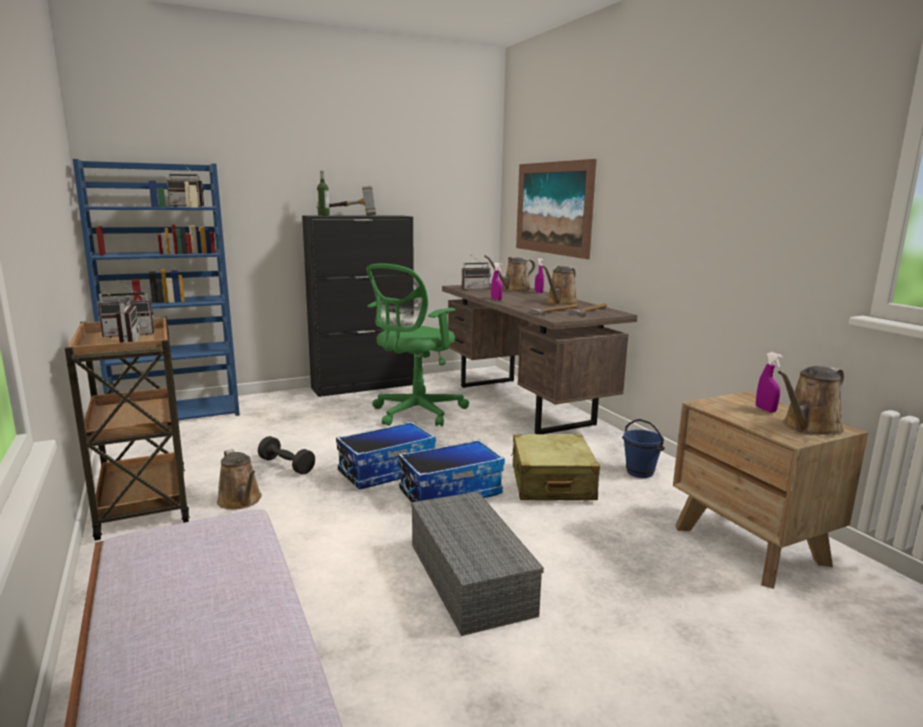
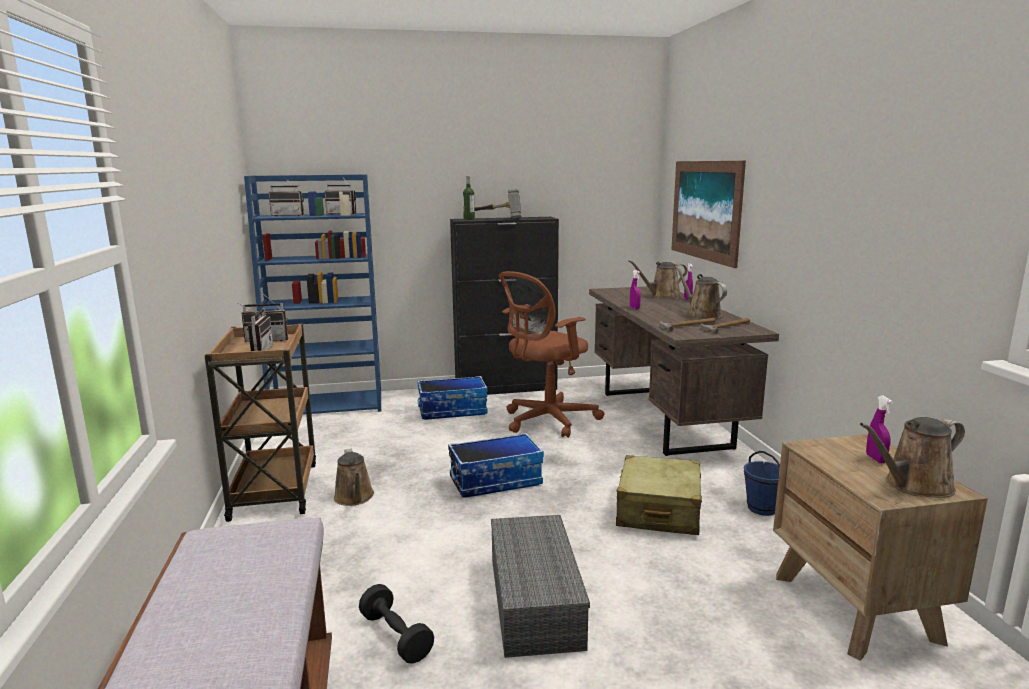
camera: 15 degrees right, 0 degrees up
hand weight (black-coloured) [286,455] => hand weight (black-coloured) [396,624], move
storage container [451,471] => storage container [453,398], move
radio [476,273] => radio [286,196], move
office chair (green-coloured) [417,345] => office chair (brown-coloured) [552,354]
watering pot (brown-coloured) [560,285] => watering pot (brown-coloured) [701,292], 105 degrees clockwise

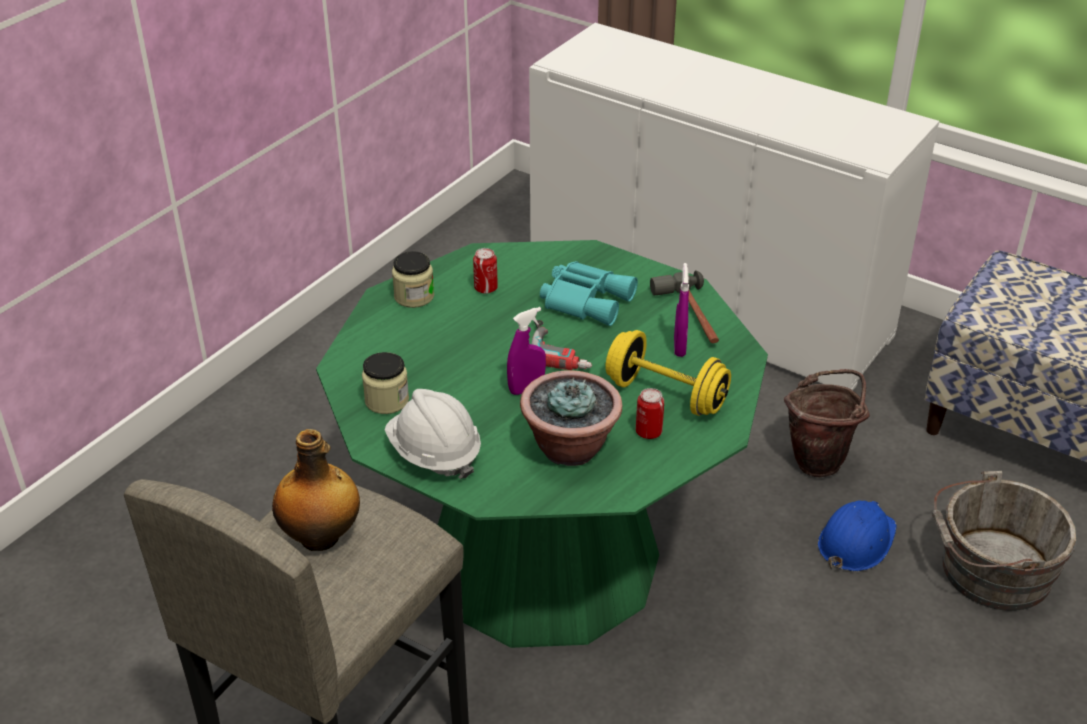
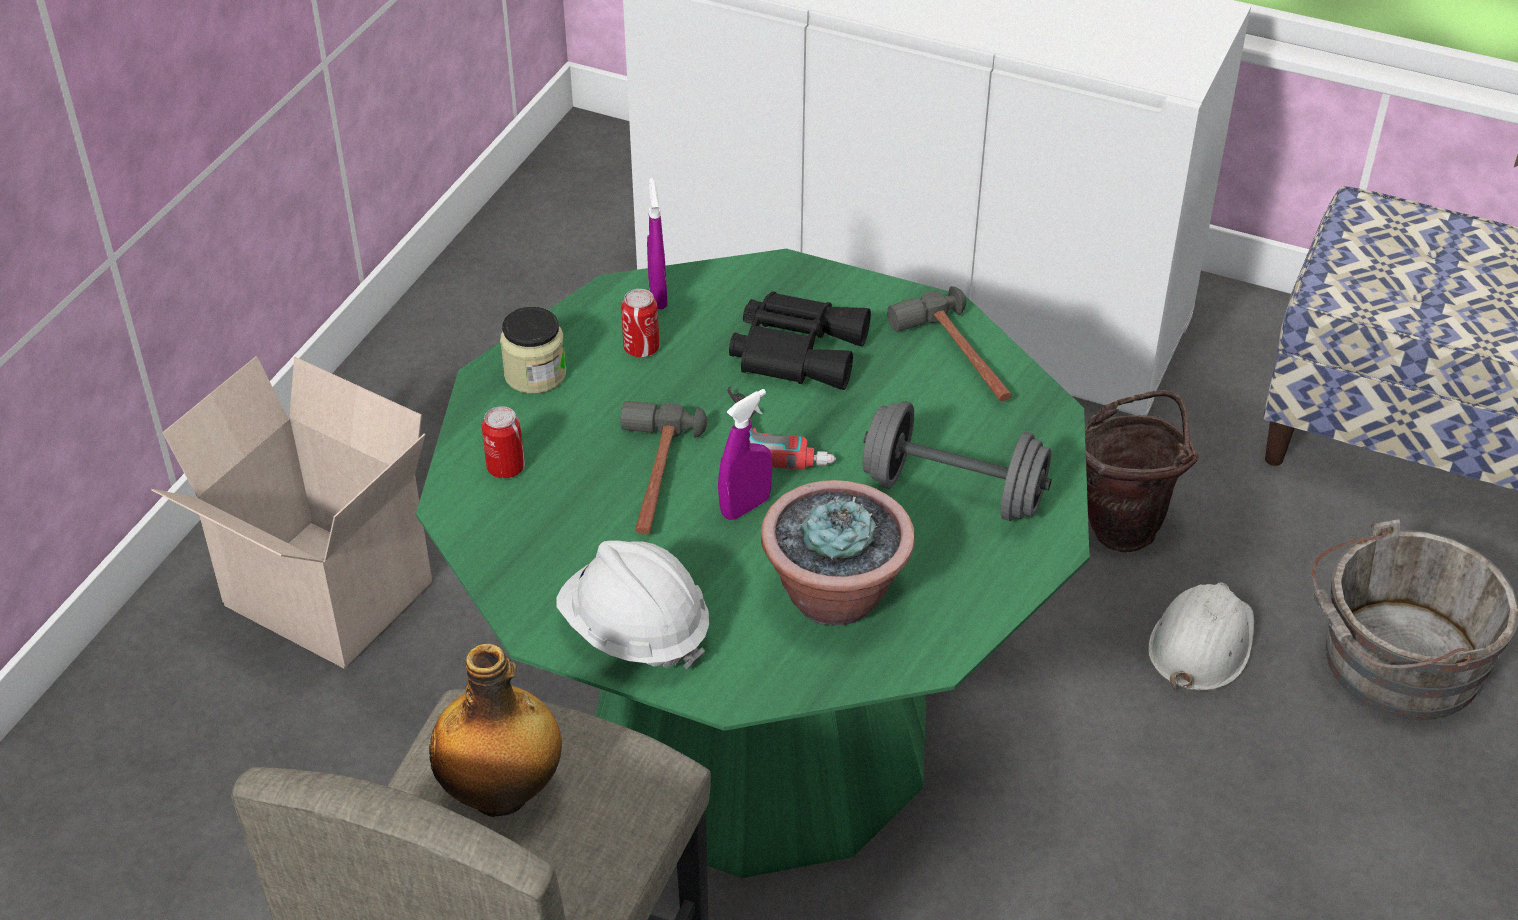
camera: 10 degrees left, 5 degrees up
preserve jar [385,383] => nothing
nothing => carton [291,512]
nothing => tool hammer [664,468]
can [650,413] => can [503,442], move
sprayer (purple-coloured) [681,310] => sprayer (purple-coloured) [657,243], move
binoculars (turquoise-coloured) [589,293] => binoculars (black-coloured) [800,340]
hand weight (yellow) [668,373] => hand weight (gray) [957,461]
safety helmet (blue-coloured) [857,535] => safety helmet (whitish) [1201,637]

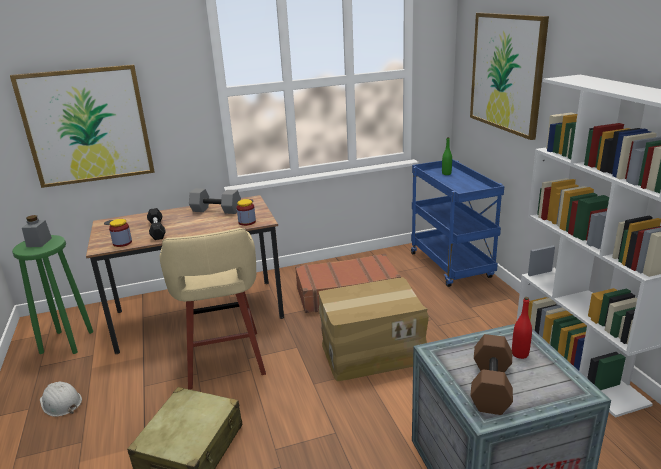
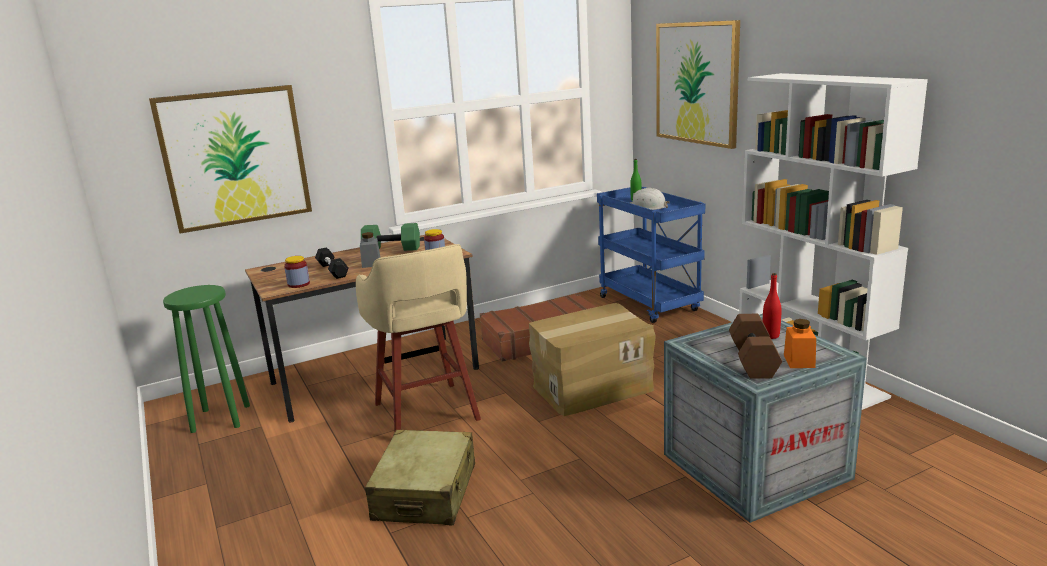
camera: 10 degrees left, 5 degrees down
nothing => preserve jar (orange) [800,343]
preserve jar (gray) [37,231] => preserve jar (gray) [370,250], move
safety helmet (whitish) [61,399] => safety helmet (whitish) [649,199], move
hand weight (gray) [215,201] => hand weight (green-coloured) [390,237]

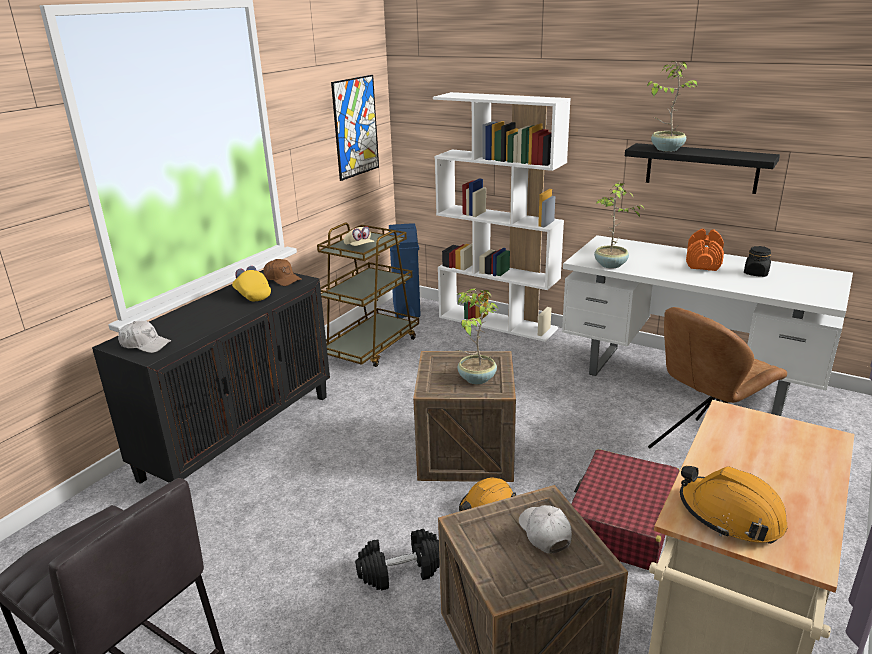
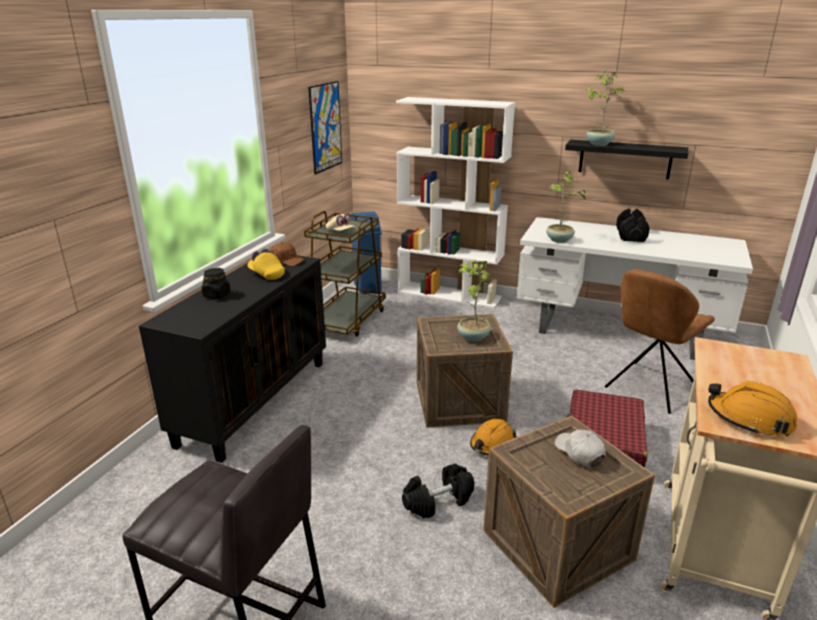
camera: 10 degrees left, 0 degrees up
peaked cap (whitish) [144,337] => nothing
preserve jar (black-coloured) [757,261] => preserve jar (black-coloured) [216,283], move
hand weight (orange) [705,250] => hand weight (black-coloured) [633,225]

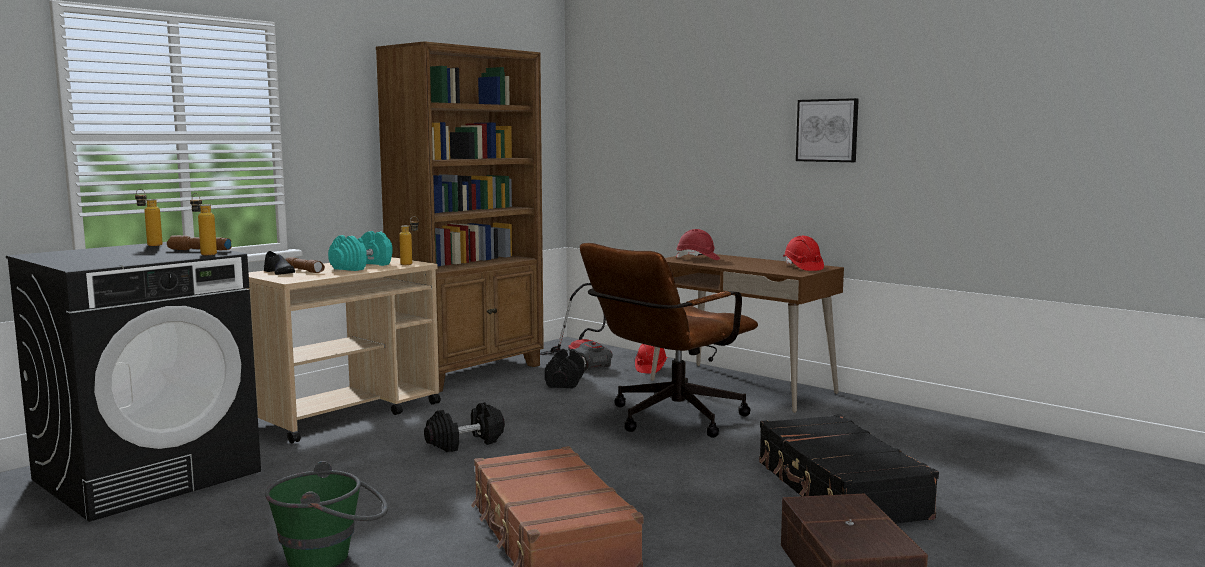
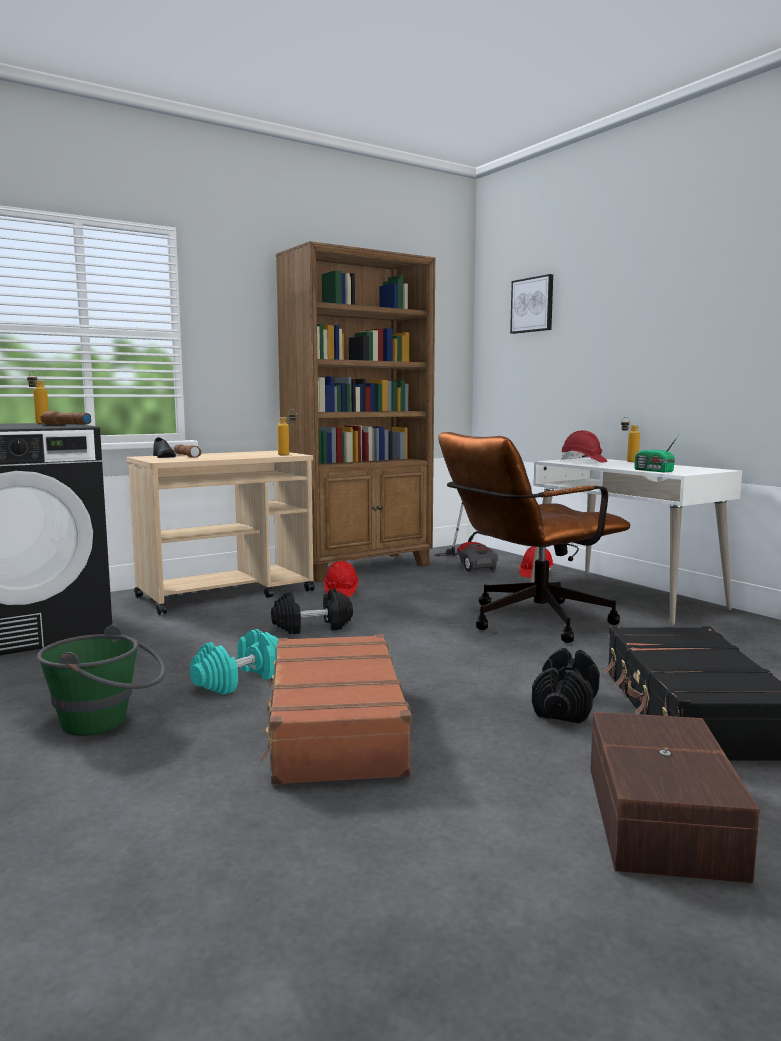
camera: 15 degrees right, 0 degrees up
nothing => radio [656,454]
bottle [203,224] => bottle [630,439], move
hand weight (turquoise-coloured) [360,251] => hand weight (turquoise-coloured) [234,662], move
hand weight (black-coloured) [564,368] => hand weight (black-coloured) [566,685], move
safety helmet (red) [803,253] => safety helmet (red) [341,579], move
wall art [827,130] => wall art [531,304], move
desk (brown-coloured) [747,333] => desk (whitish) [636,541]

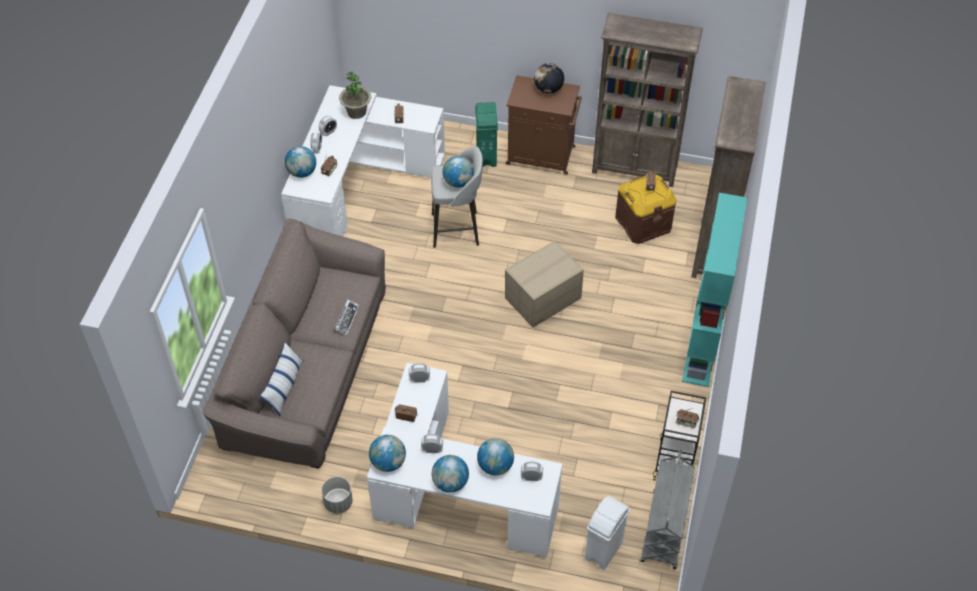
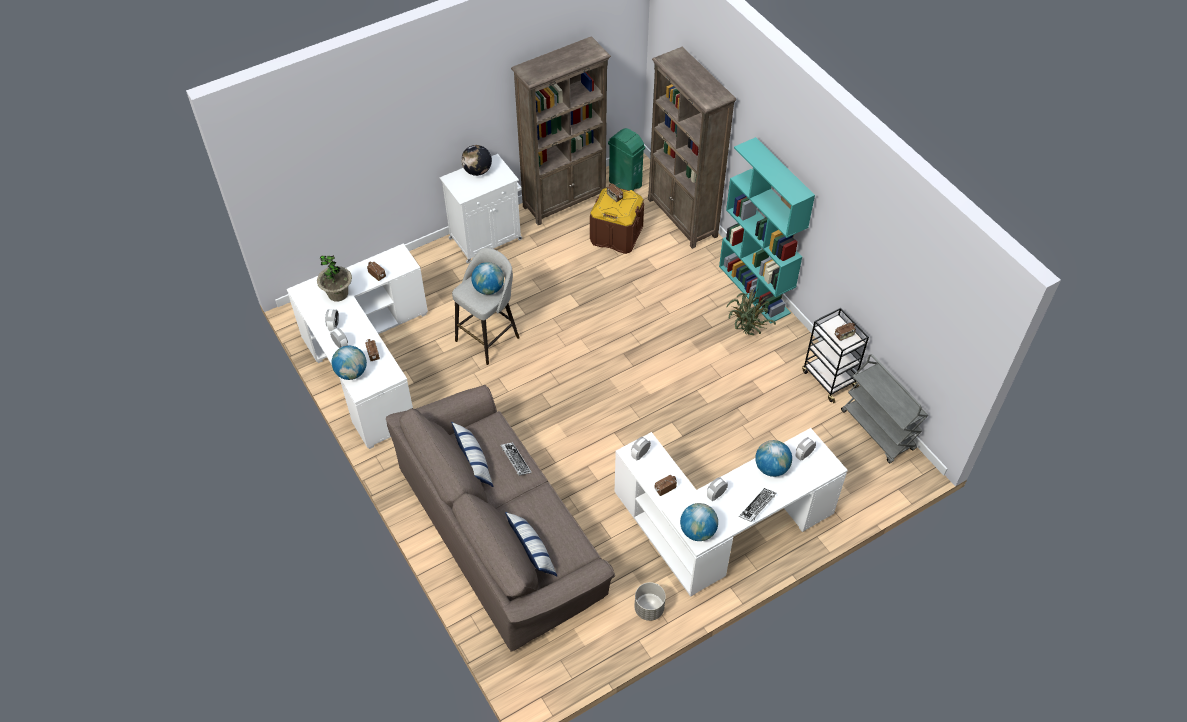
camera: 45 degrees left, 0 degrees up
carton [544,284] => nothing
waste bin (whitish) [607,533] => nothing
nothing => cushion [472,454]
nothing => plant in a pot [751,311]
waste bin (green-coloured) [486,134] => waste bin (green-coloured) [626,159], move
desk globe [450,474] => keyboard [758,505]
storage cabinet (brown-coloured) [544,125] => storage cabinet (whitish) [481,208]

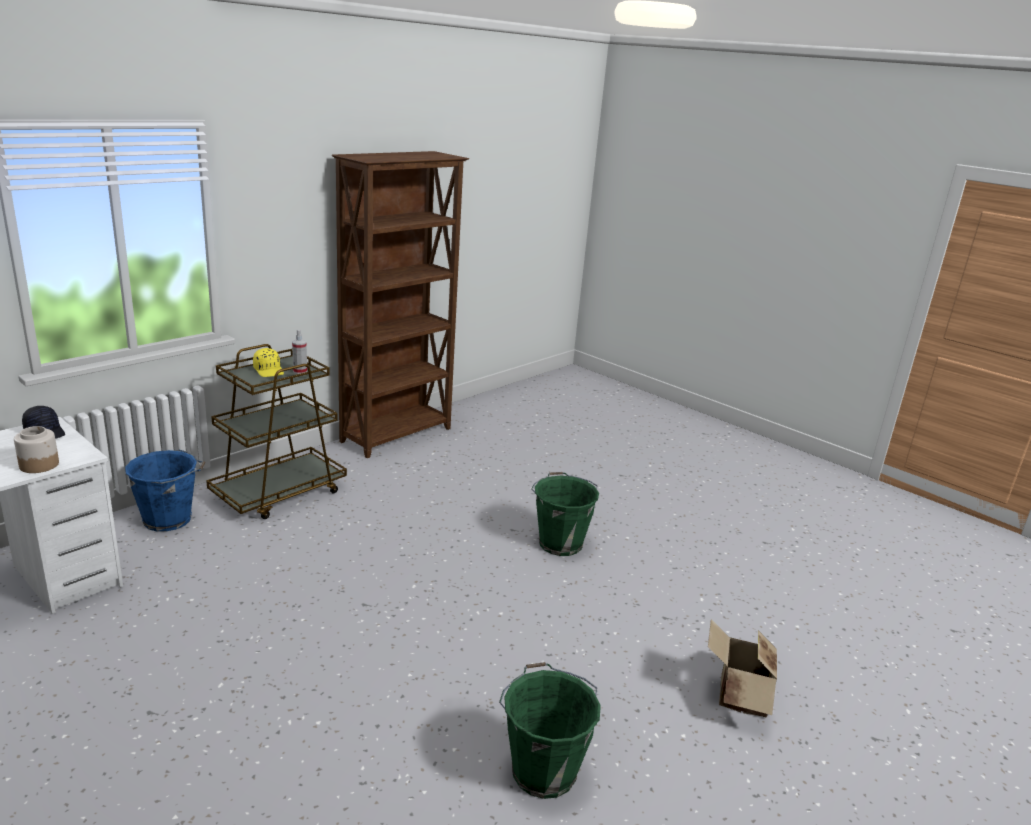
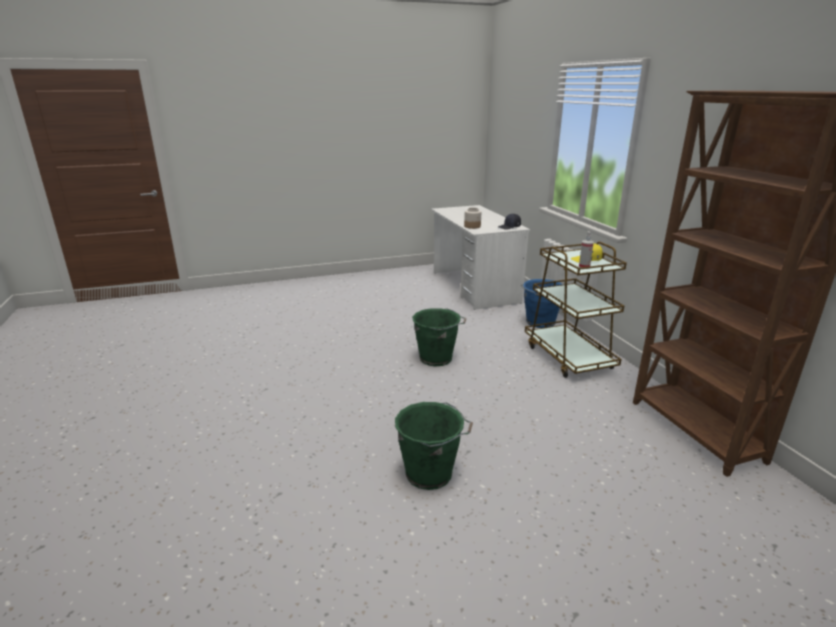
camera: 120 degrees right, 0 degrees up
carton [742,668] => nothing
pail (green-coloured) [550,730] => pail (green-coloured) [439,337], move

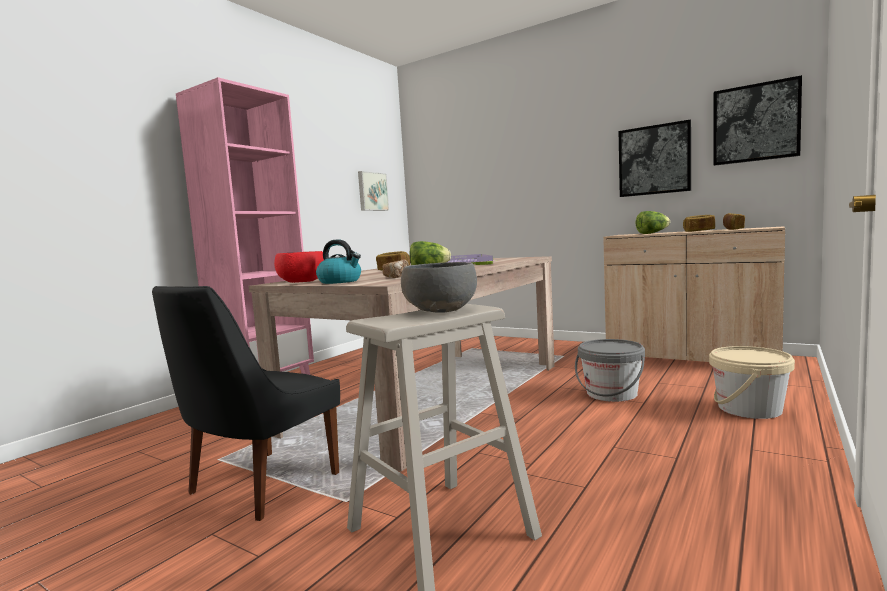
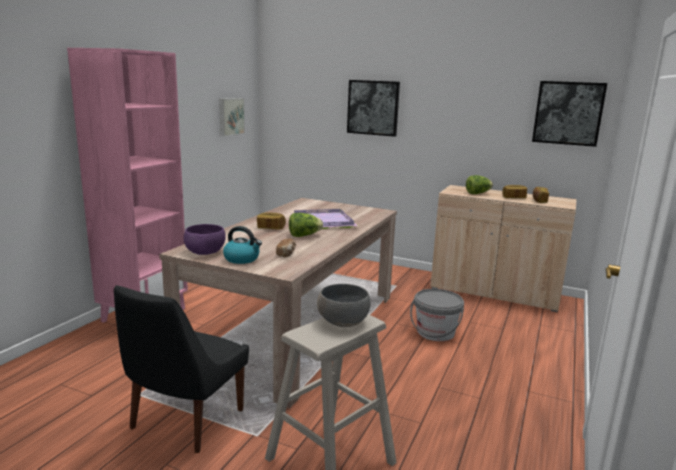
camera: 10 degrees left, 10 degrees up
pail (sand-coloured) [752,382] => nothing
wall art [655,158] => wall art [373,108], move
bowl (red) [299,267] => bowl (purple-coloured) [205,239]

